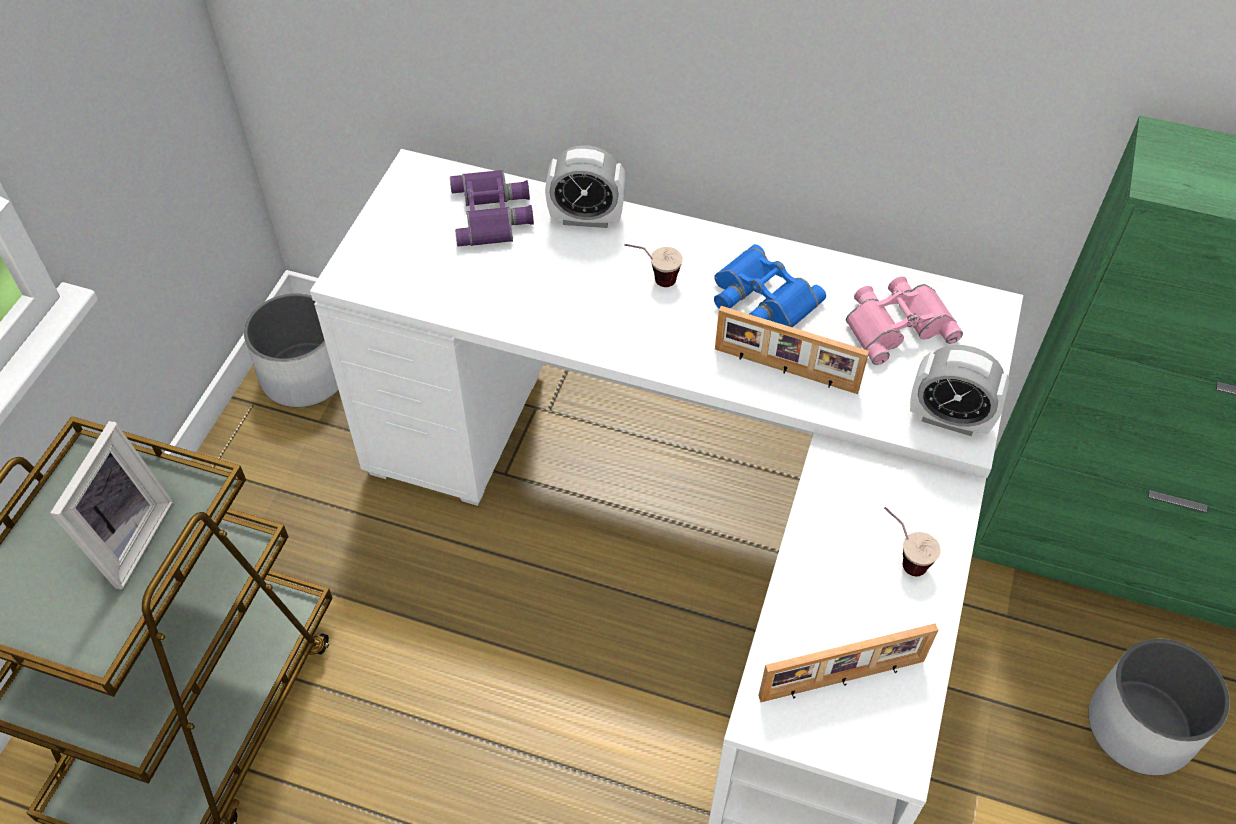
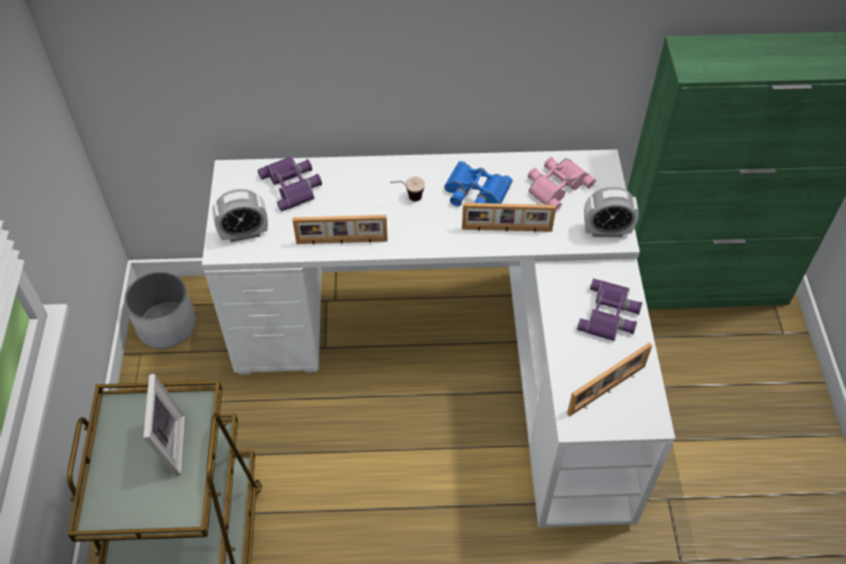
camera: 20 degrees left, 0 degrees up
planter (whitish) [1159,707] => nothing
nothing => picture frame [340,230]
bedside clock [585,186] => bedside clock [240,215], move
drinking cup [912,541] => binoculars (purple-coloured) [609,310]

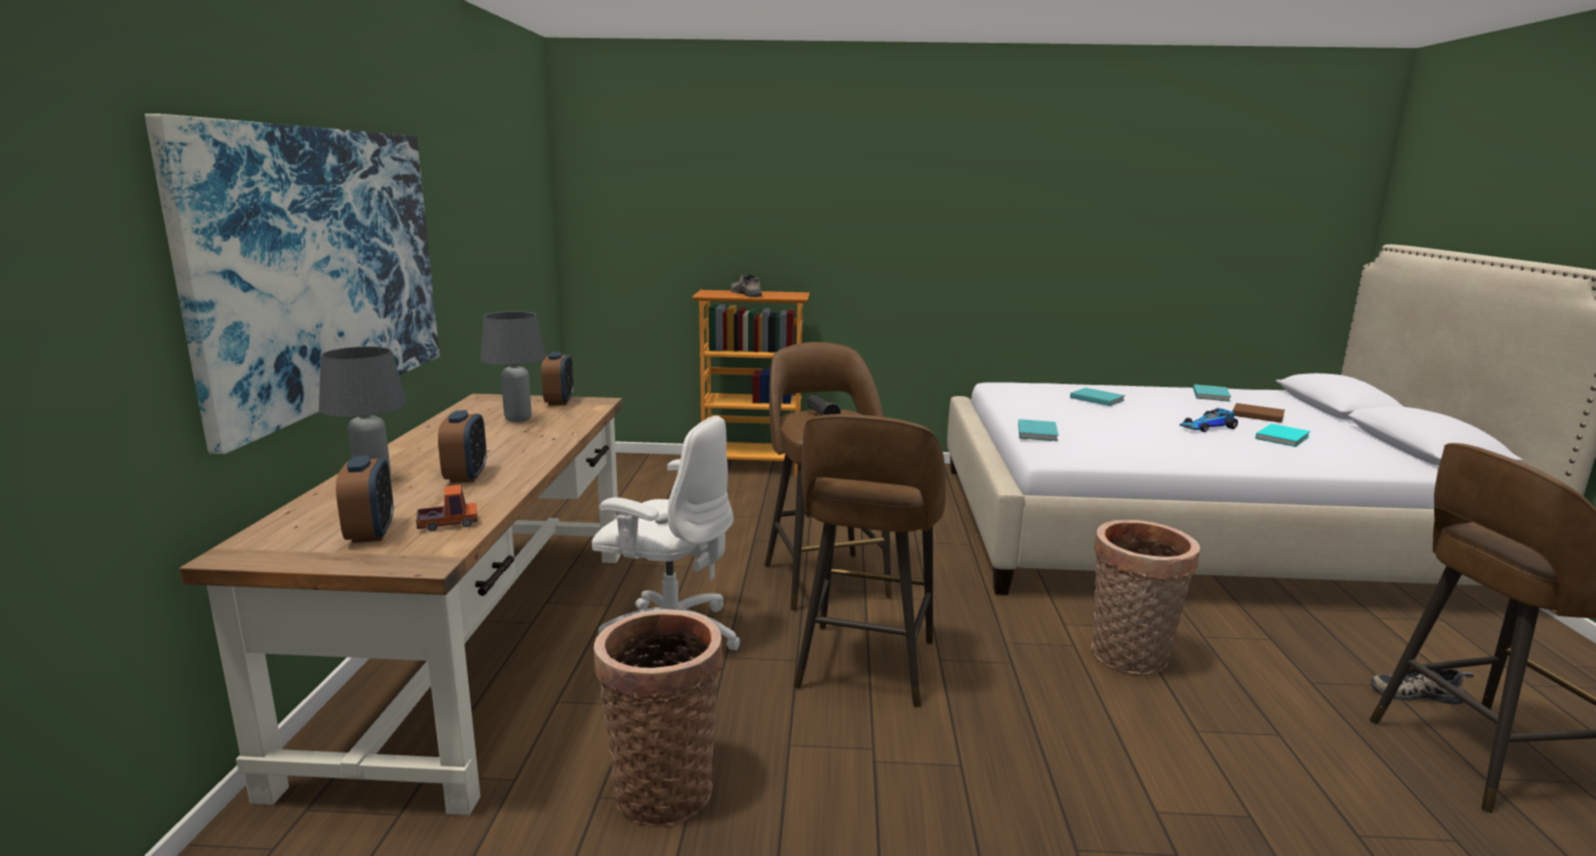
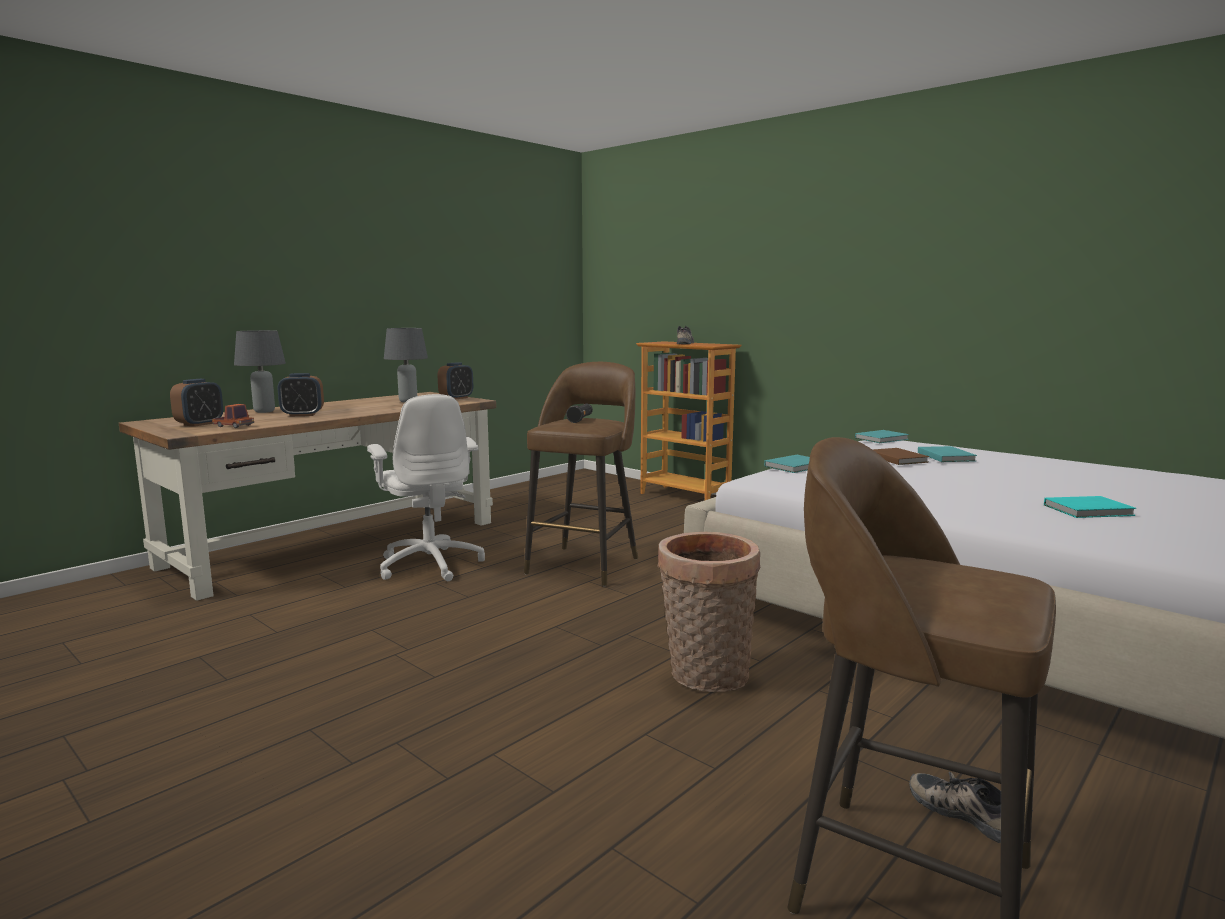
camera: 40 degrees right, 5 degrees down
wall art [292,284] => nothing
storage basket [658,718] => nothing
sitting stool (brown-coloured) [870,561] => nothing
model car [1208,420] => nothing
volume (turquoise-coloured) [1212,393] => volume (turquoise-coloured) [882,436], move
volume (brown-coloured) [1258,413] => volume (brown-coloured) [900,456], move
bedside clock [462,446] => bedside clock [301,395], 45 degrees clockwise

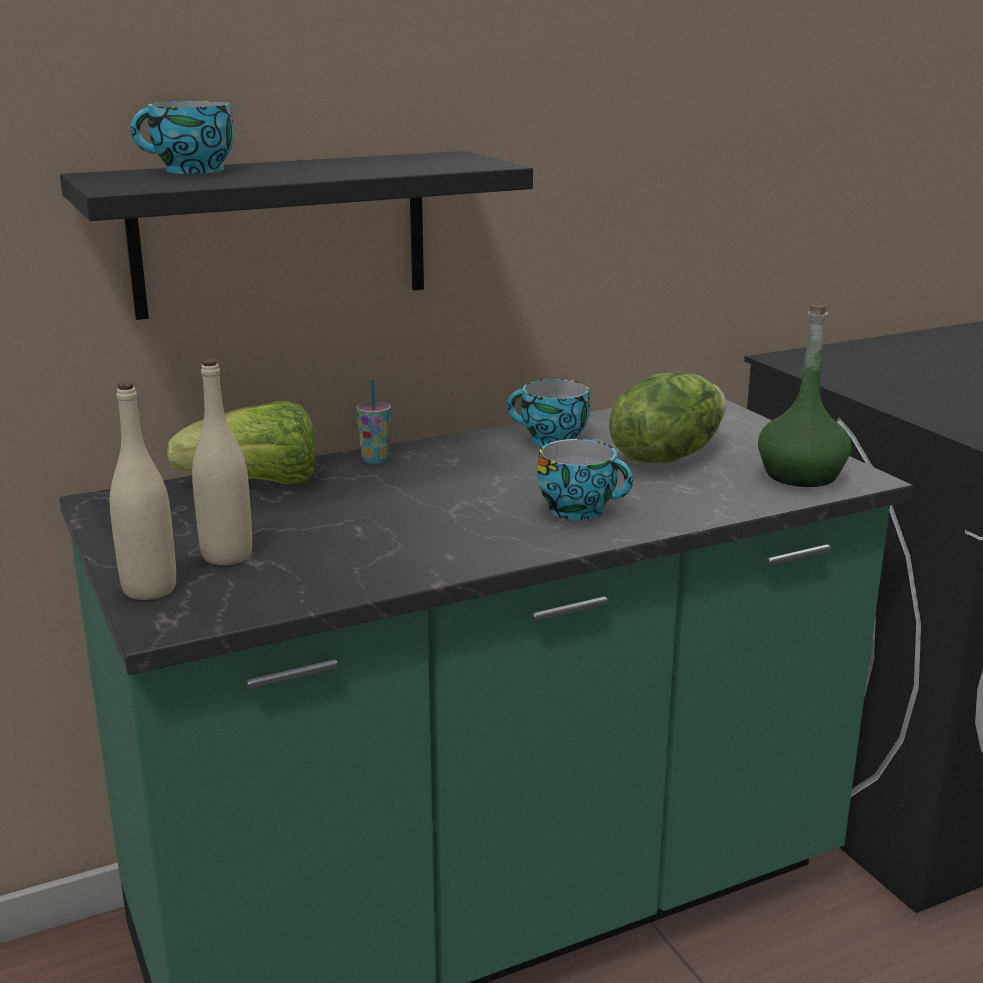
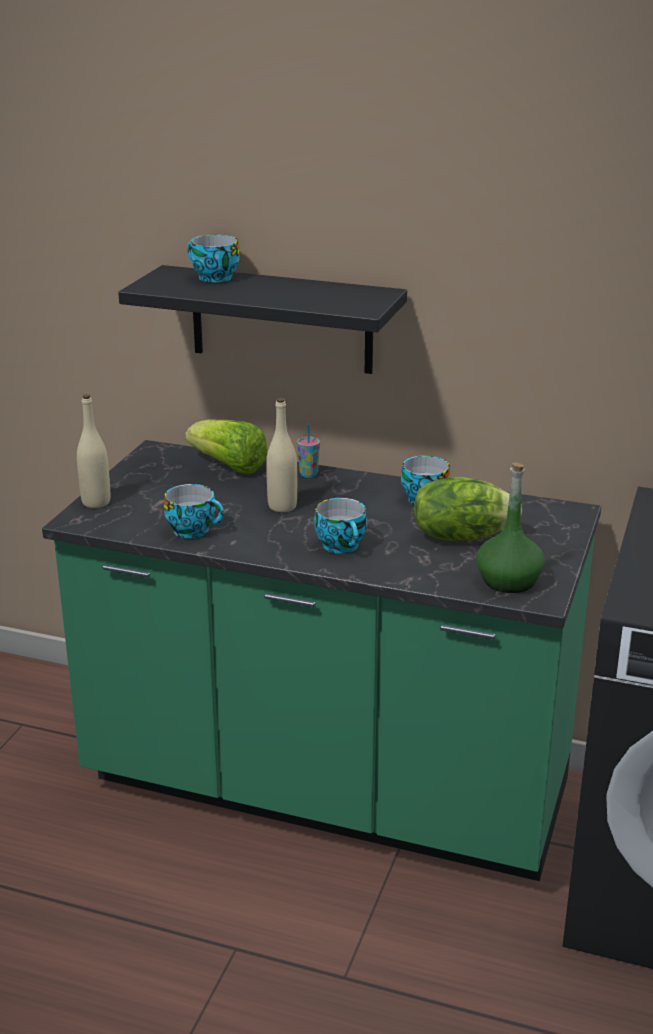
camera: 45 degrees right, 5 degrees up
nothing => drinking cup [194,511]
bottle (sand-coloured) [222,462] => bottle (sand-coloured) [281,455], move

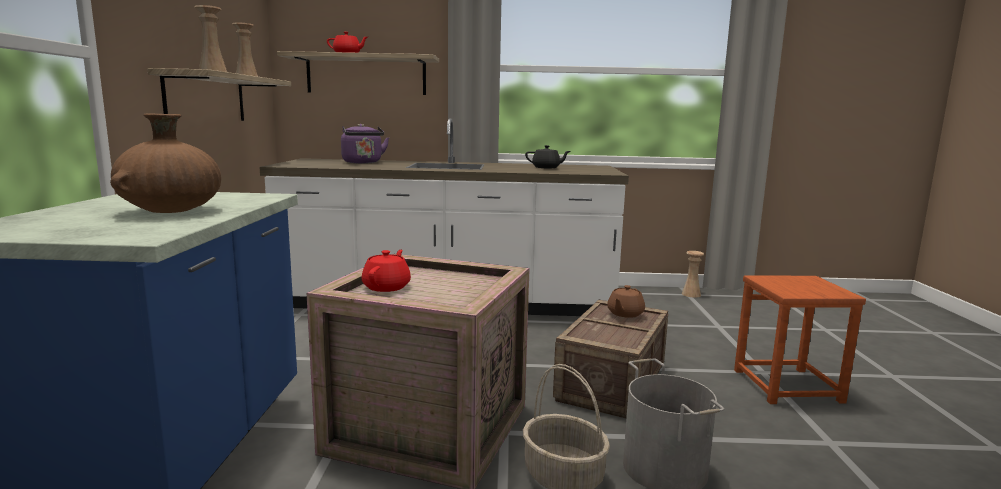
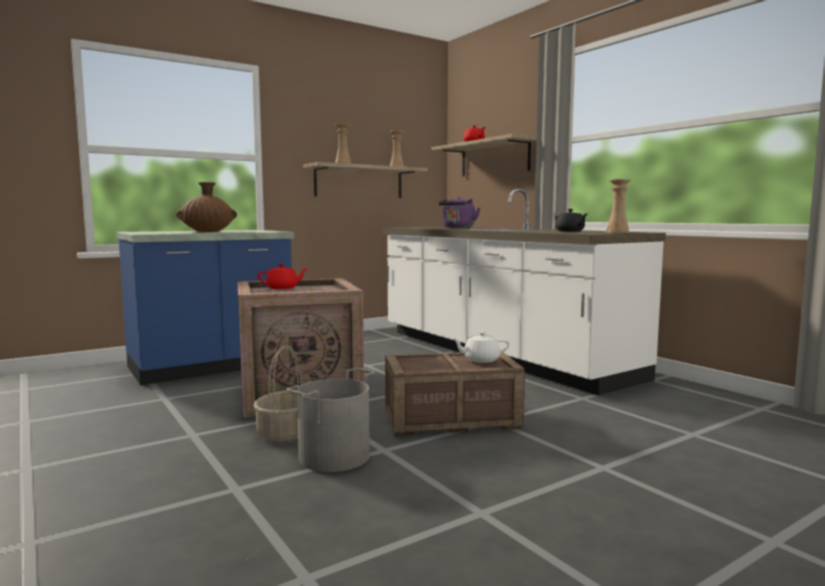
camera: 55 degrees right, 5 degrees down
sitting stool (brown-coloured) [800,339] => nothing
flower vase (sand-coloured) [693,274] => flower vase (sand-coloured) [618,206], move
pot for tea (brown-coloured) [626,301] => pot for tea (whitish) [480,347]

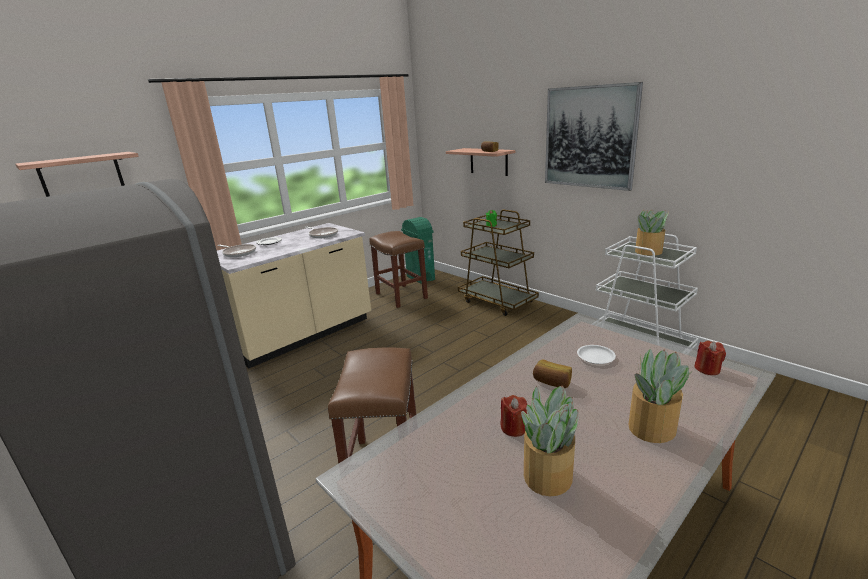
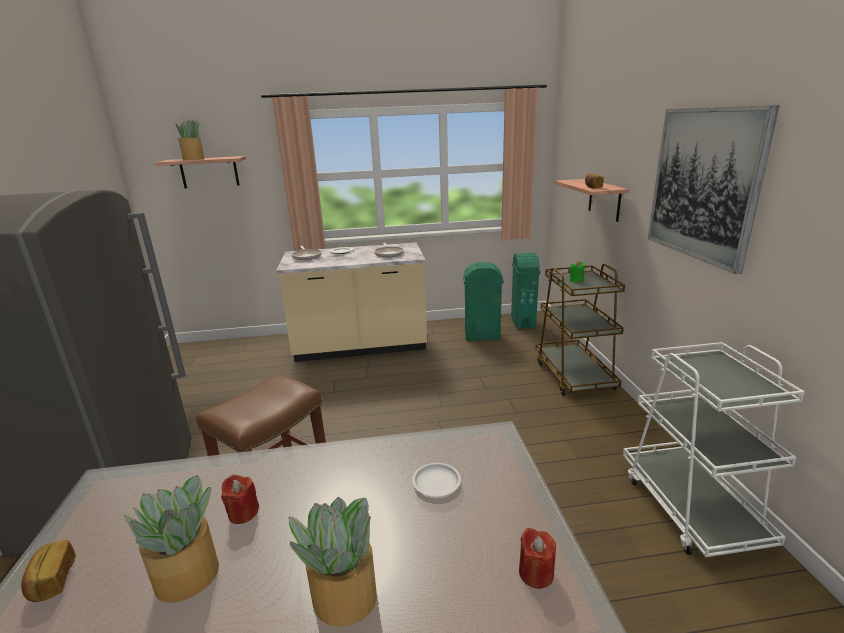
camera: 35 degrees right, 0 degrees up
bakery bread [552,373] => bakery bread [48,571], move
plant in a pot [652,233] => plant in a pot [189,140], move
sitting stool (brown-coloured) [398,269] => waste bin (green-coloured) [483,301]

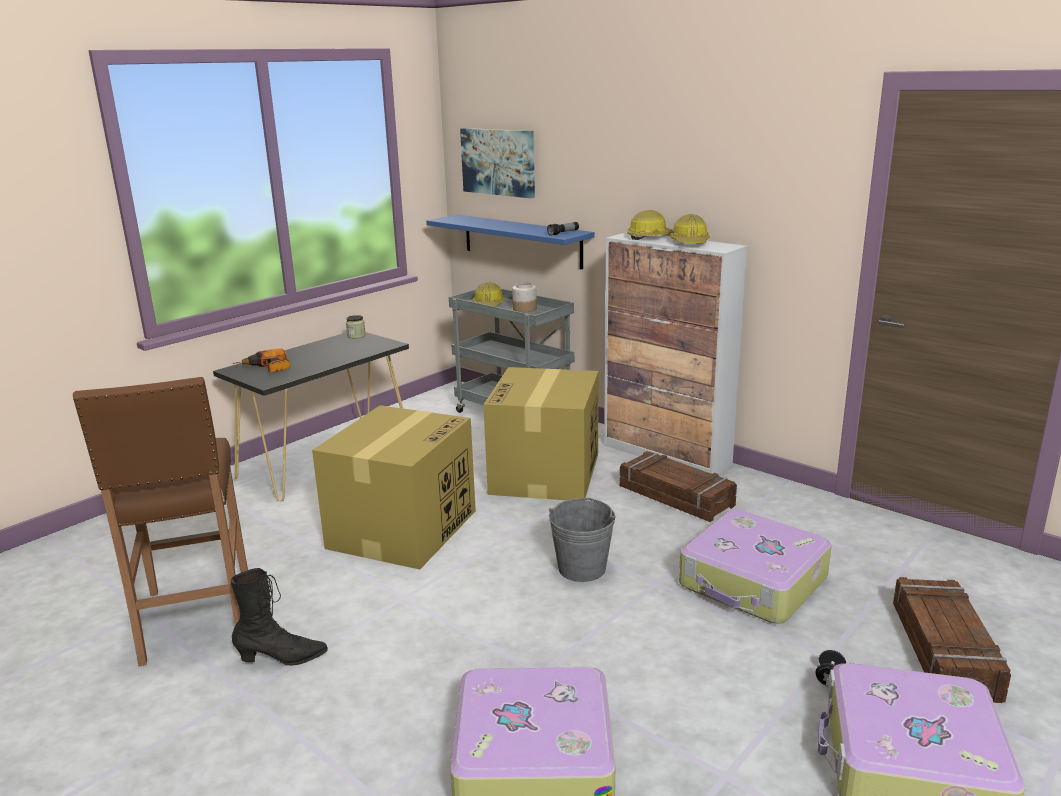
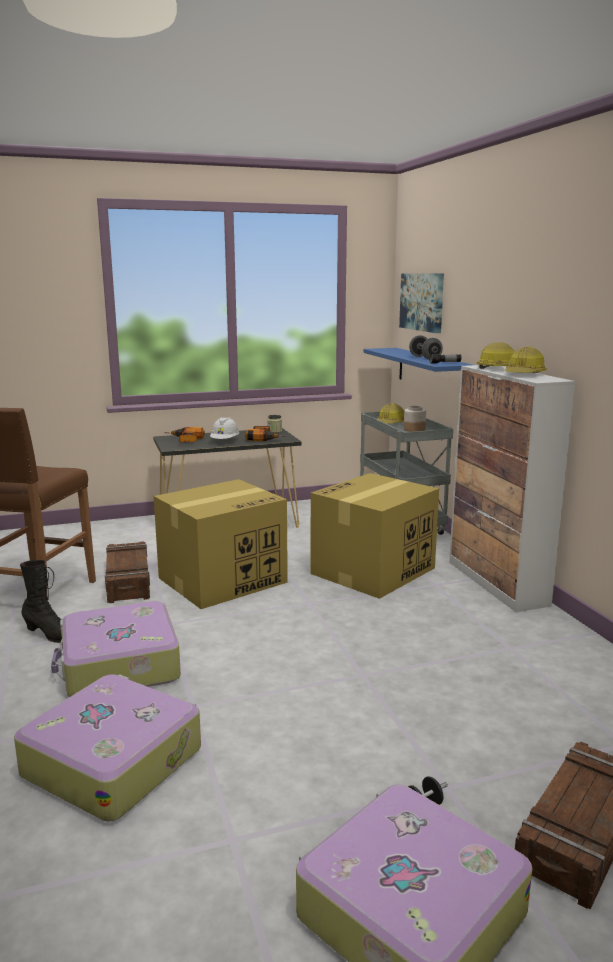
camera: 30 degrees right, 5 degrees down
pail (gray) [582,540] => nothing
nothing => safety helmet (whitish) [224,428]
nothing => drill [263,433]
nothing => hand weight (gray) [426,347]
packing crate [678,486] => packing crate [127,572], move
suitcase [755,567] => suitcase [116,649], move

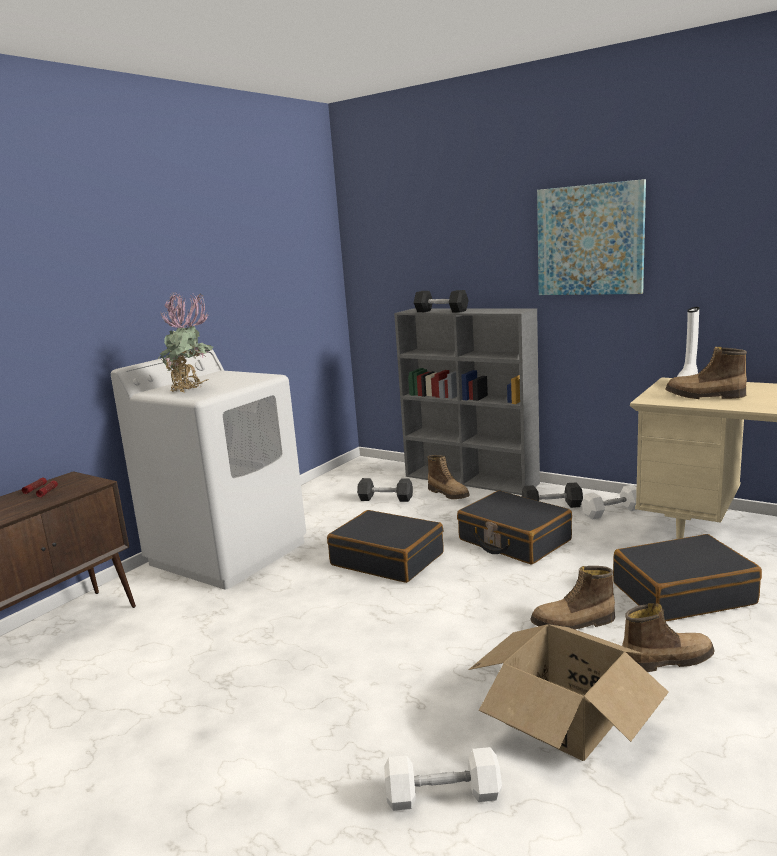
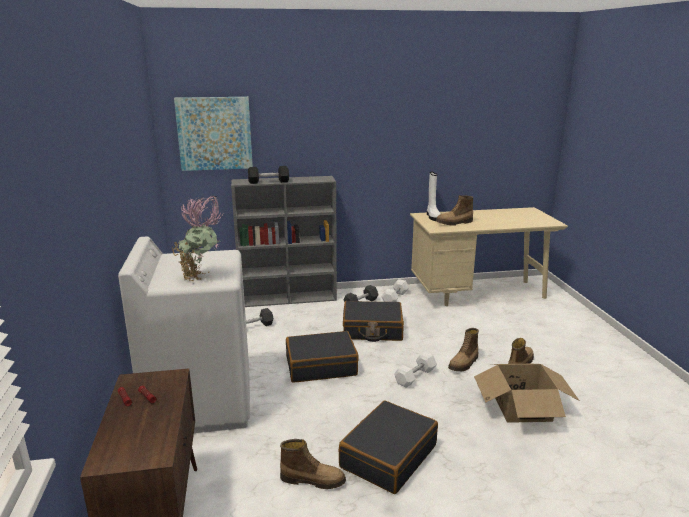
camera: 45 degrees left, 5 degrees up
hand weight (whitish) [443,779] => hand weight (whitish) [415,370], move
high-top boot [448,477] => high-top boot [313,464], move
wall art [591,237] => wall art [213,134], move
suitcase (black-coloured) [687,577] => suitcase (black-coloured) [388,447], move

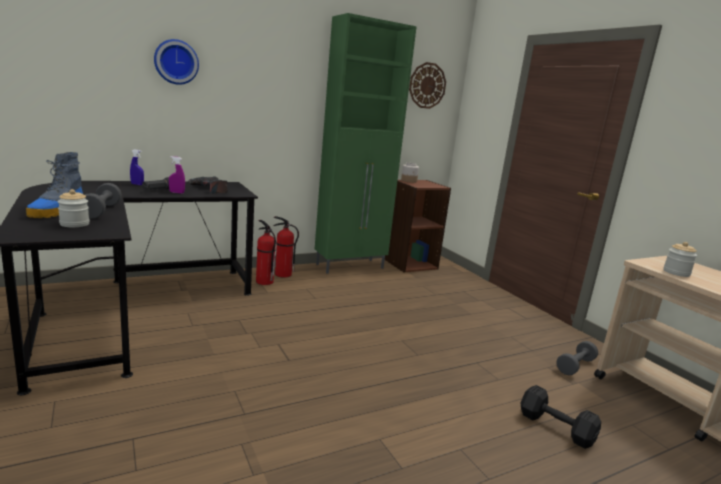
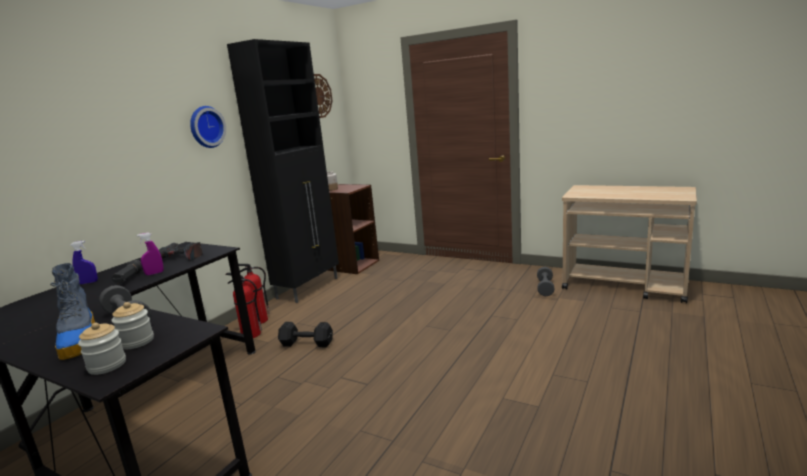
camera: 30 degrees left, 0 degrees up
wall clock [176,62] => wall clock [208,127], move
hand weight (black-coloured) [561,417] => hand weight (black-coloured) [305,334], move
preserve jar [680,259] => preserve jar [102,349], move
storage cabinet (green-coloured) [366,143] => storage cabinet (black-coloured) [283,171]

